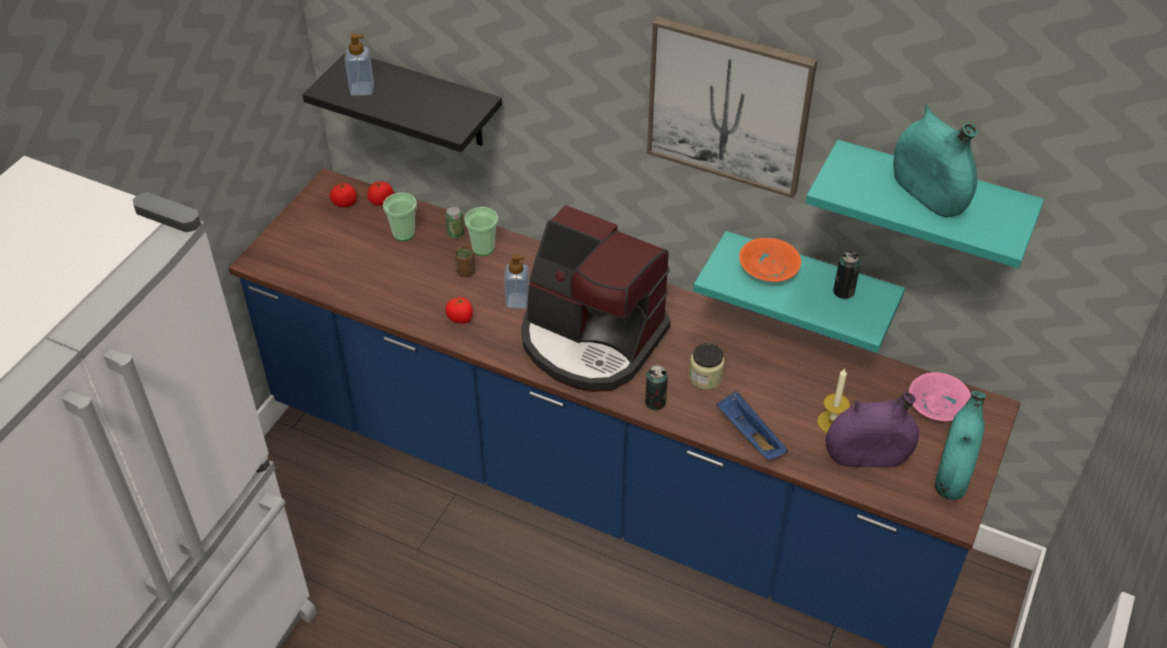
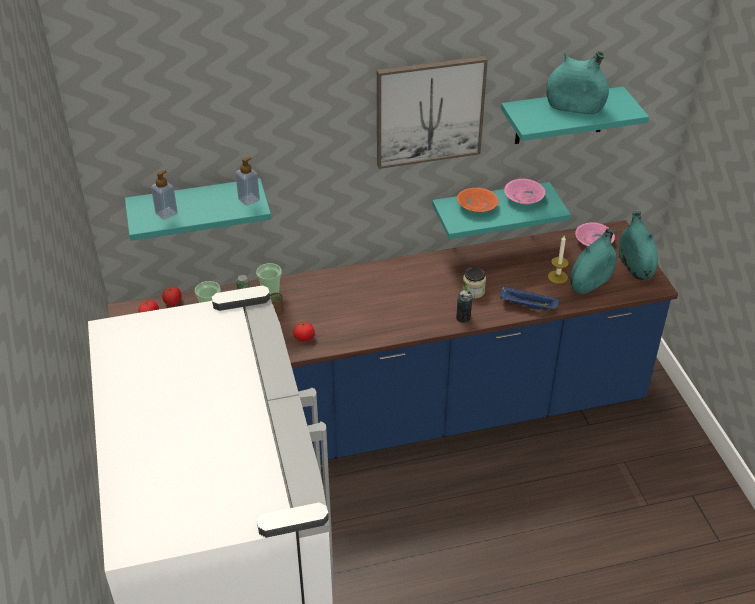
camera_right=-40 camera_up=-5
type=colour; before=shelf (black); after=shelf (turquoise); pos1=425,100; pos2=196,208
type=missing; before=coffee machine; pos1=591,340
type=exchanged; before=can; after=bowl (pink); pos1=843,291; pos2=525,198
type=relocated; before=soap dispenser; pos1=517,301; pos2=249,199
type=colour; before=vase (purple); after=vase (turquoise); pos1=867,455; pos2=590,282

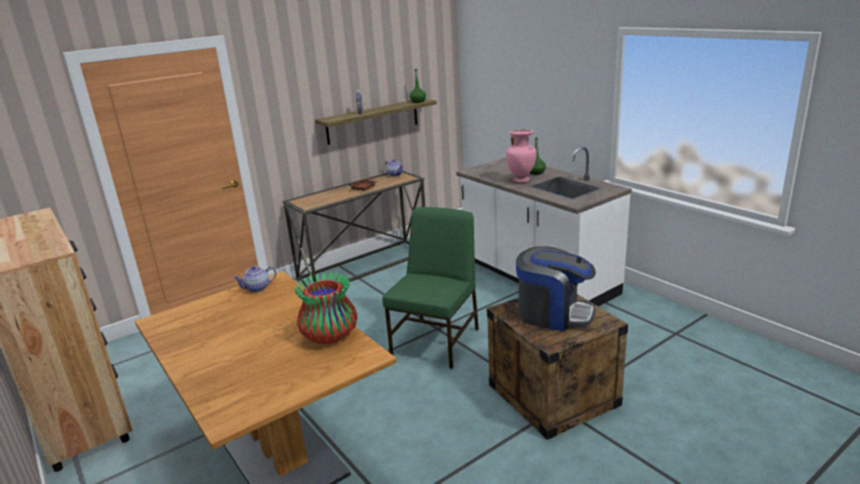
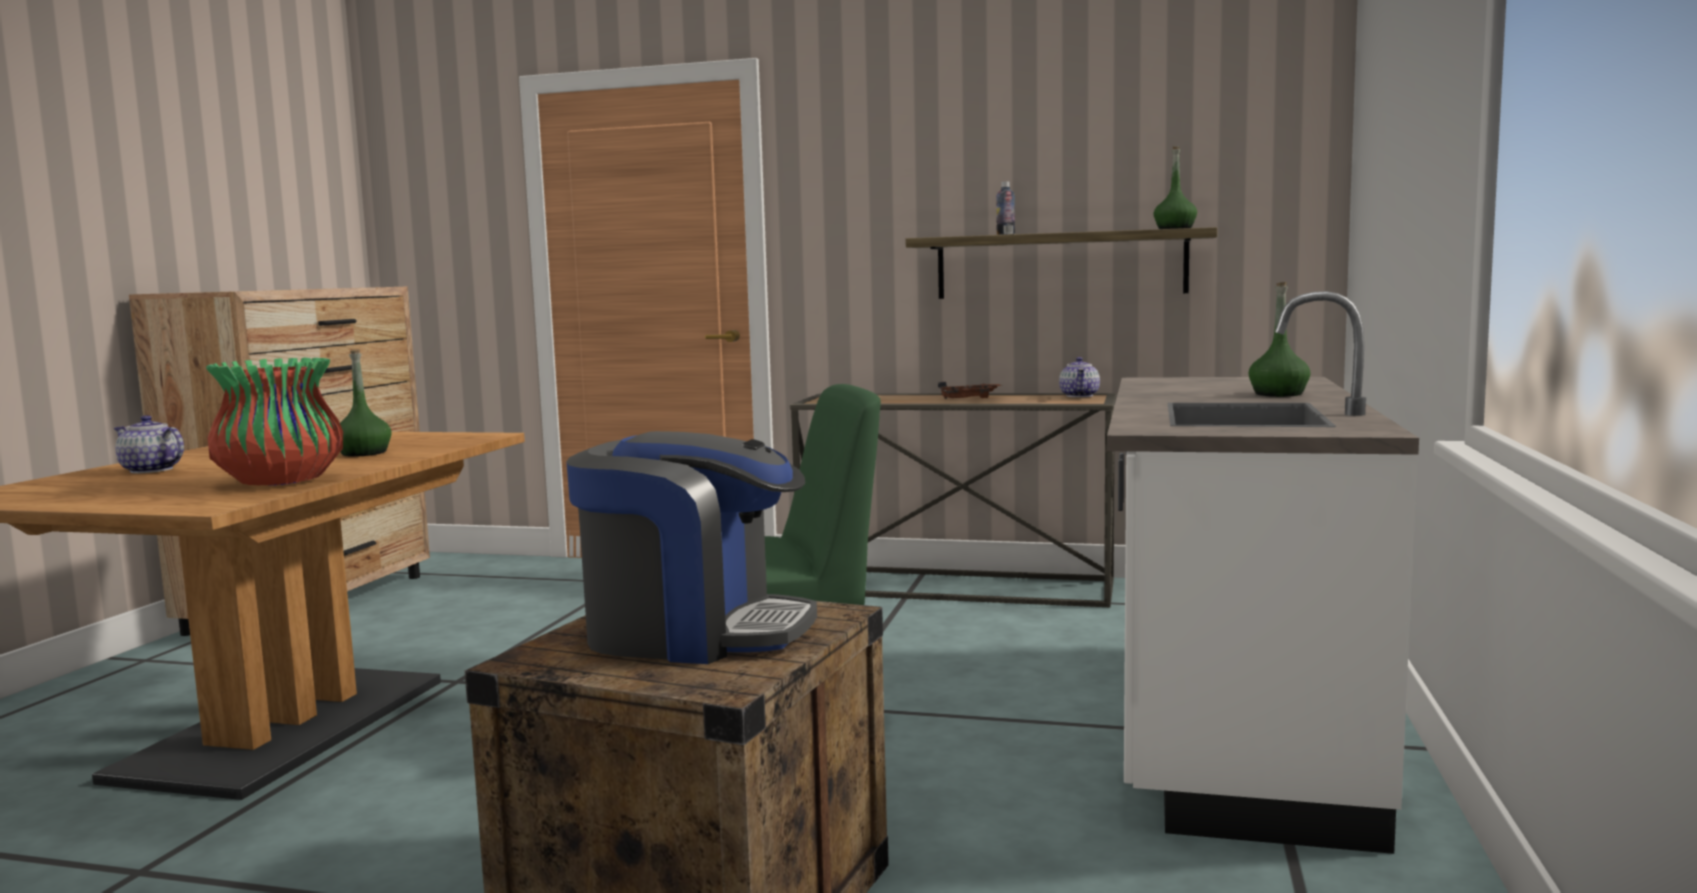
camera_right=50 camera_up=-15
type=missing; before=vase (pink); pos1=521,180
type=spun; before=coffee machine; pos1=553,314; pos2=694,633; turn=-60
type=relocated; before=teapot; pos1=258,288; pos2=151,470
type=appeared; after=bottle (green); pos2=364,453

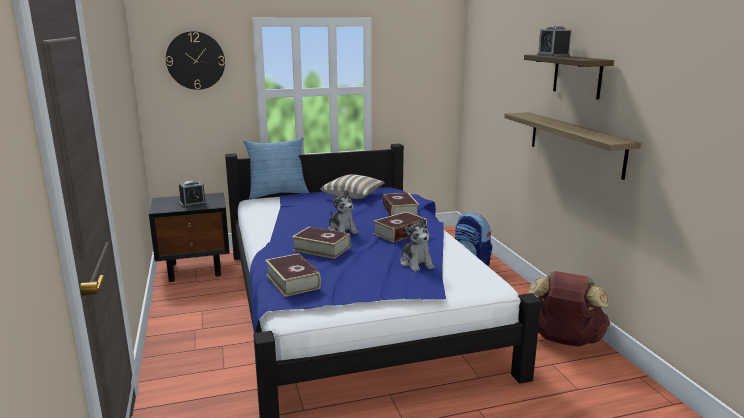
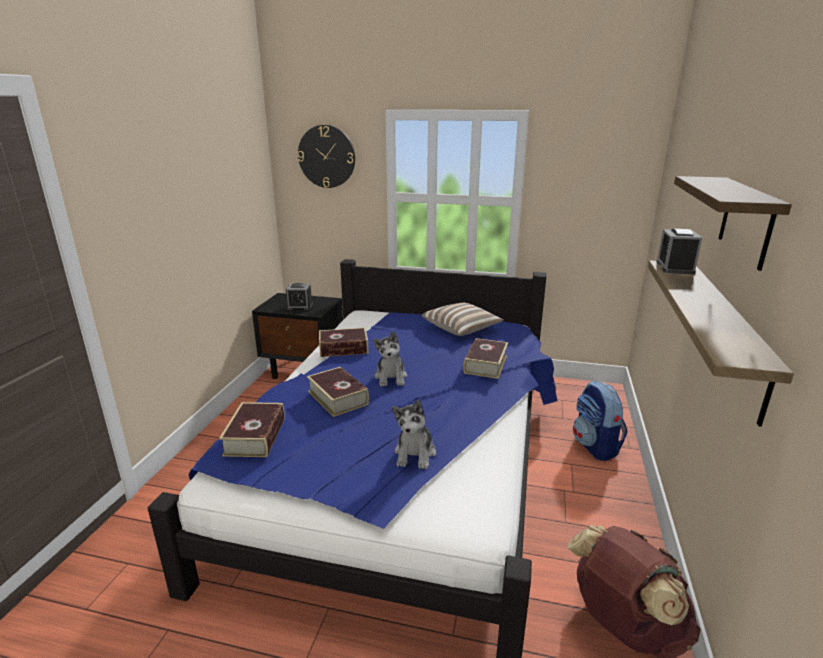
camera_right=30 camera_up=5
type=relocated; before=alarm clock; pos1=553,55; pos2=674,268
type=missing; before=pillow; pos1=277,194
type=relocated; before=book; pos1=400,233; pos2=343,348

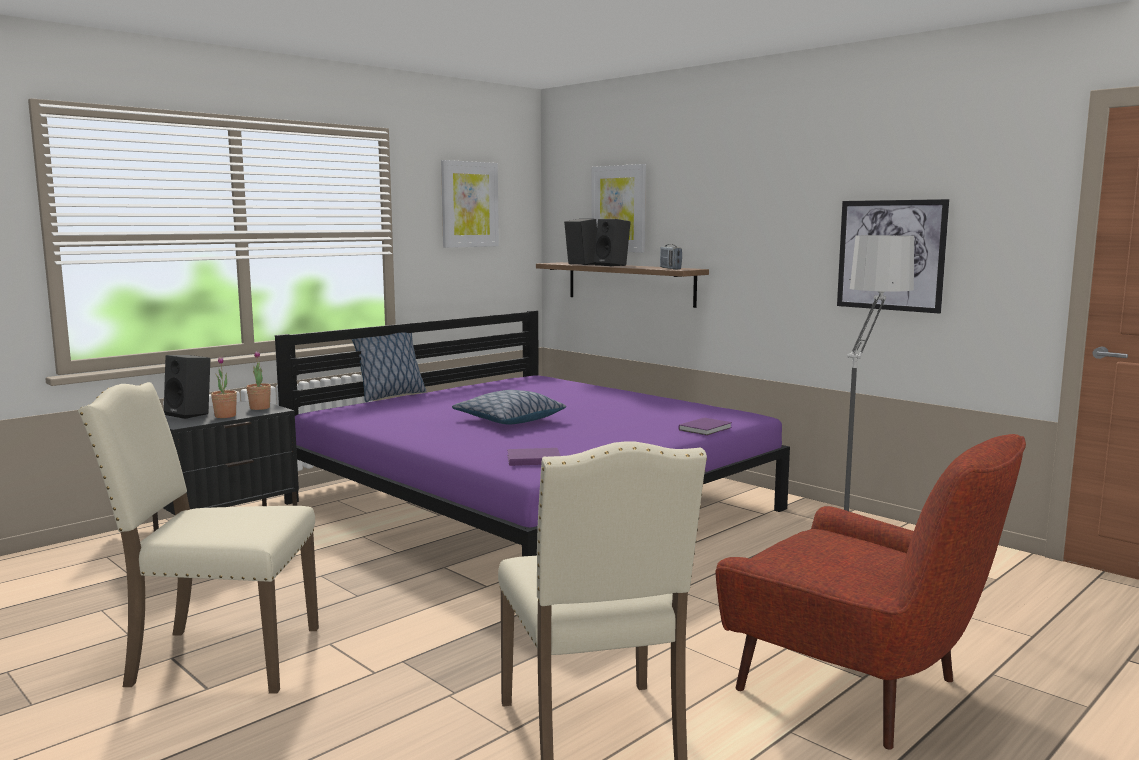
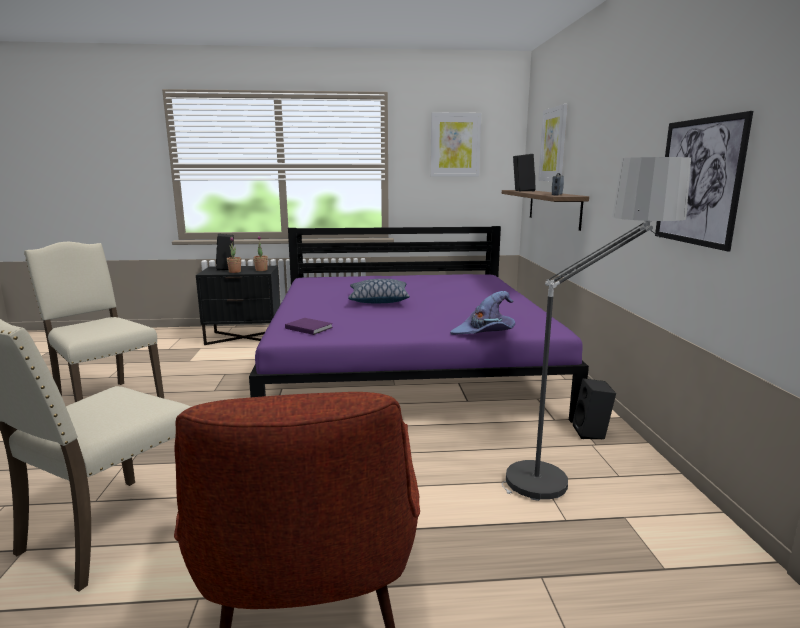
camera_right=40 camera_up=5
type=relocated; before=speaker (black); pos1=613,265; pos2=592,433
type=missing; before=pillow; pos1=390,396
type=exchanged; before=book (purple); after=hat (purple); pos1=706,429; pos2=485,333

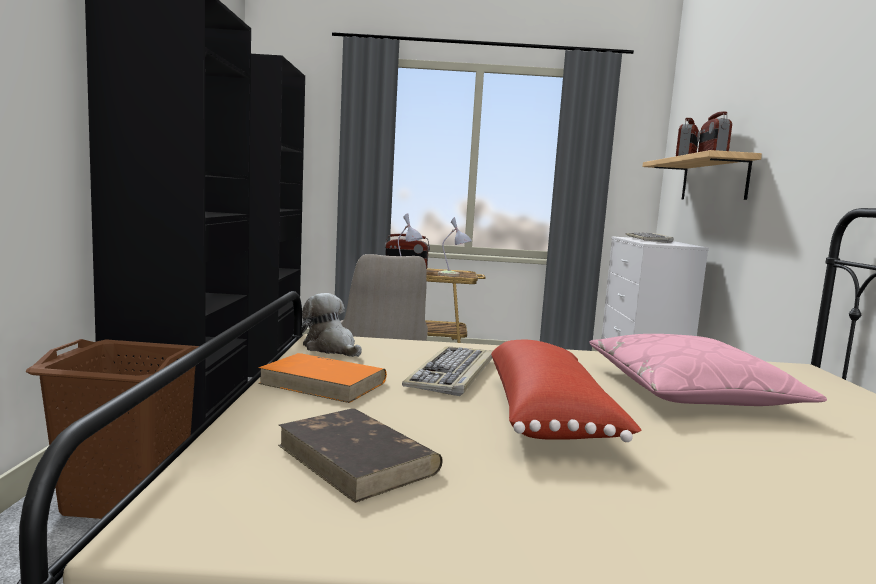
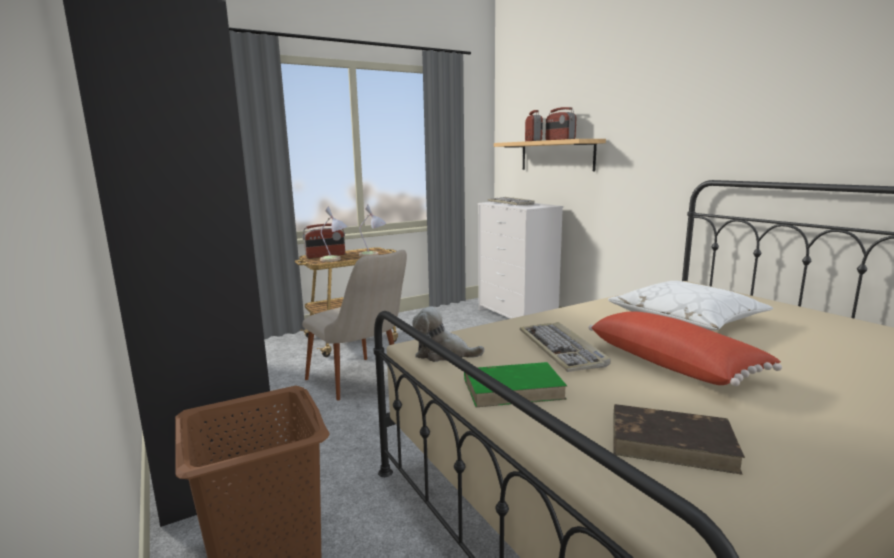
camera_right=-30 camera_up=5
type=colour; before=pillow (pink); after=pillow (white); pos1=689,391; pos2=686,319
type=colour; before=book (orange); after=book (green); pos1=324,383; pos2=513,388

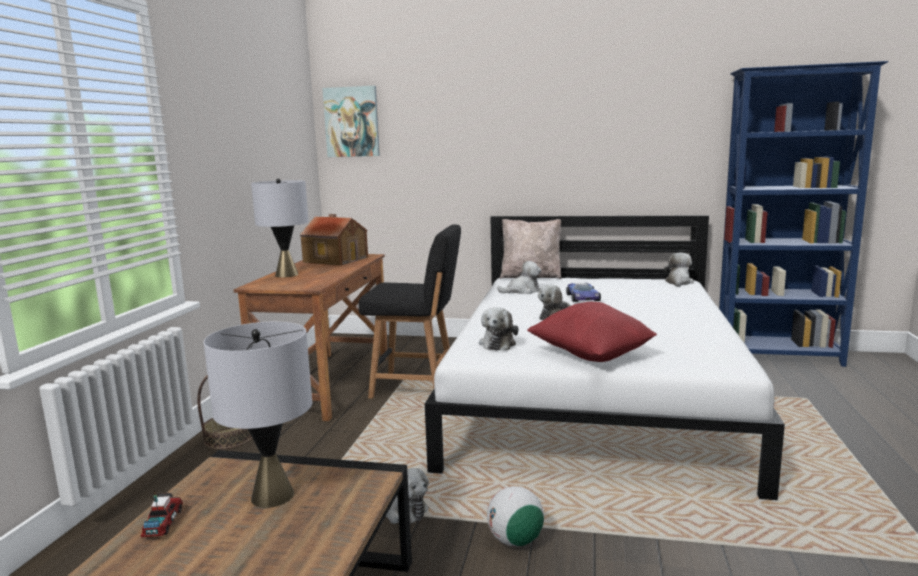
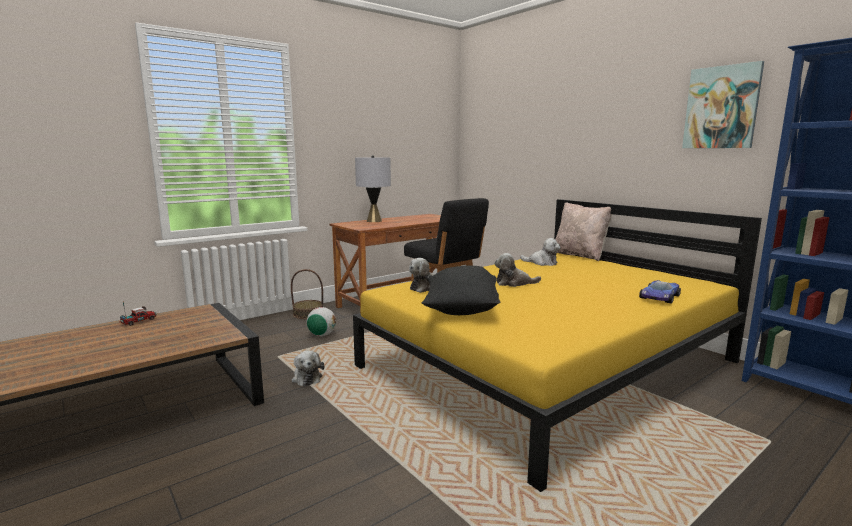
camera_right=40 camera_up=0
type=relocated; before=picture; pos1=352,122; pos2=721,107
type=missing; before=toy house; pos1=336,259
type=colour; before=bed (white); after=bed (yellow); pos1=594,397; pos2=550,364
type=missing; before=plush toy; pos1=678,282
type=relocated; before=toy car; pos1=583,298; pos2=659,297
type=colour; before=pillow (red); after=pillow (black); pos1=590,355; pos2=461,310
type=missing; before=table lamp (grey); pos1=273,496
type=relocated; before=football; pos1=515,541; pos2=322,335

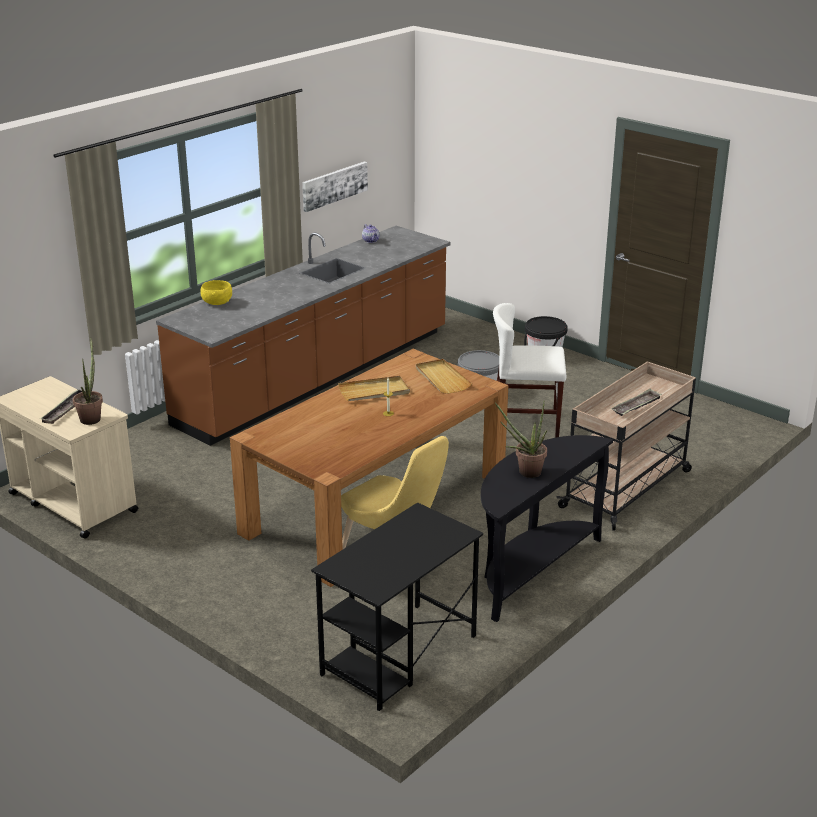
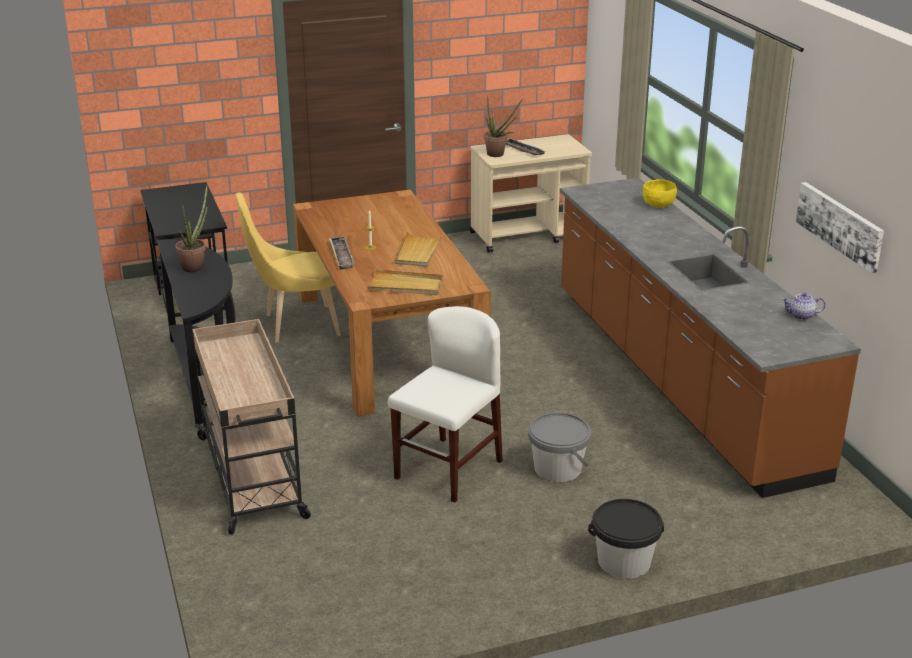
camera_right=120 camera_up=0
type=relocated; before=tray; pos1=636,406; pos2=341,256

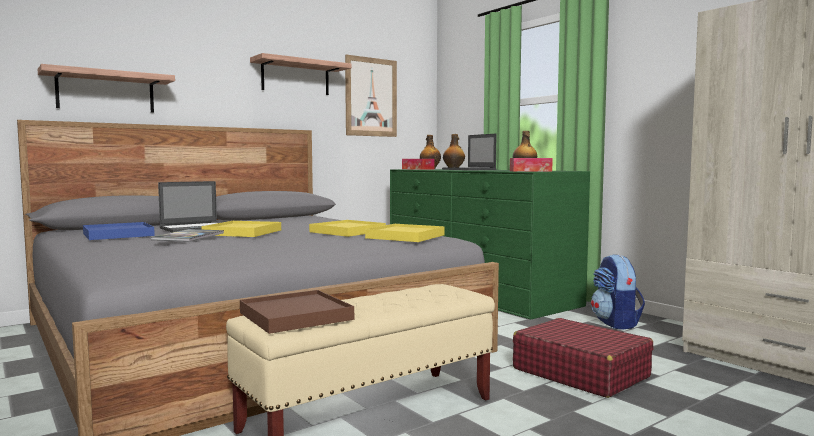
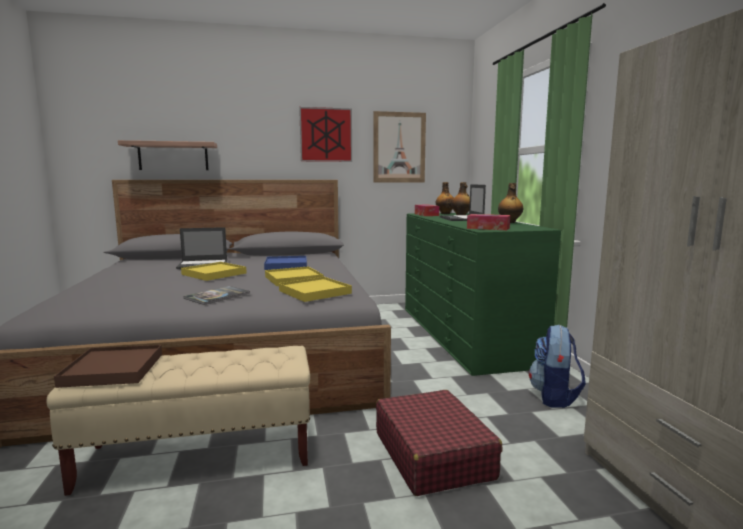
camera_right=25 camera_up=5
type=exchanged; before=shelf; after=picture; pos1=295,77; pos2=326,135
type=relocated; before=tray (blue); pos1=118,235; pos2=286,265
type=relocated; before=book; pos1=189,237; pos2=217,296

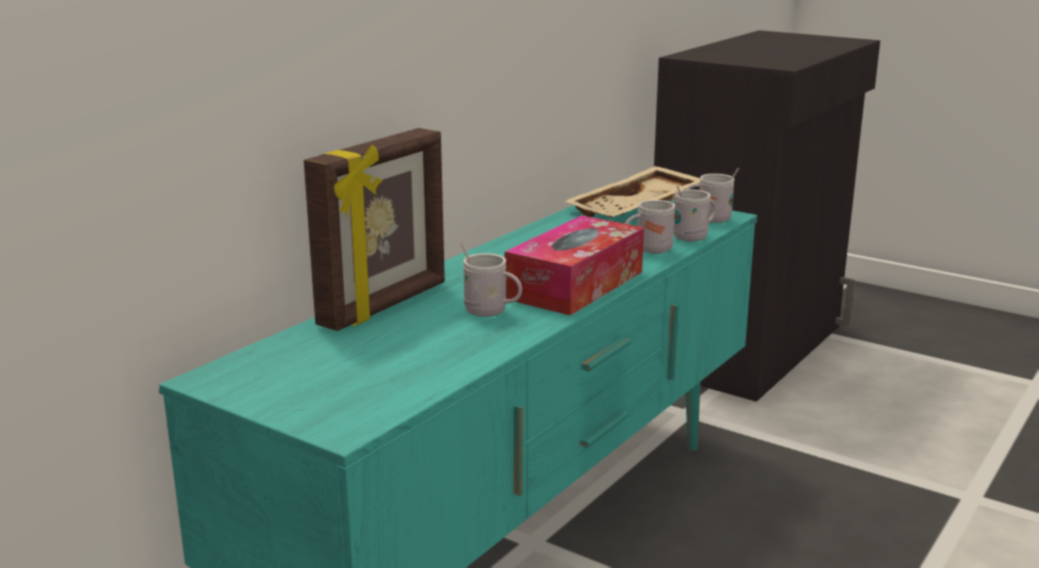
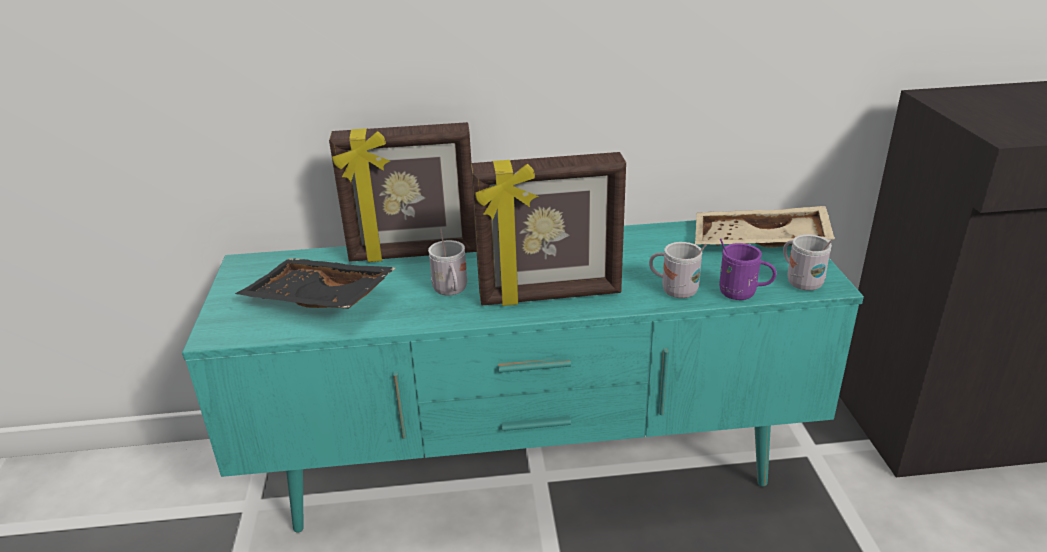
camera_right=50 camera_up=10
type=colour; before=mug (white); after=mug (purple); pos1=694,237; pos2=743,294
type=exchanged; before=tissue box; after=picture frame; pos1=575,285; pos2=550,296
type=appeared; after=tray (black); pos2=317,301

